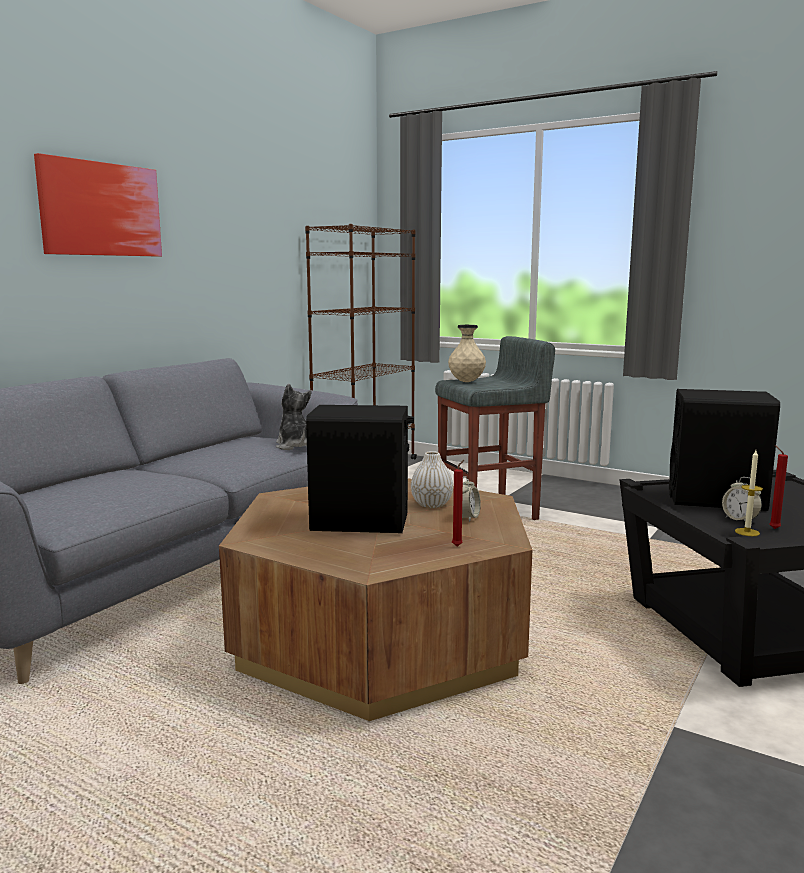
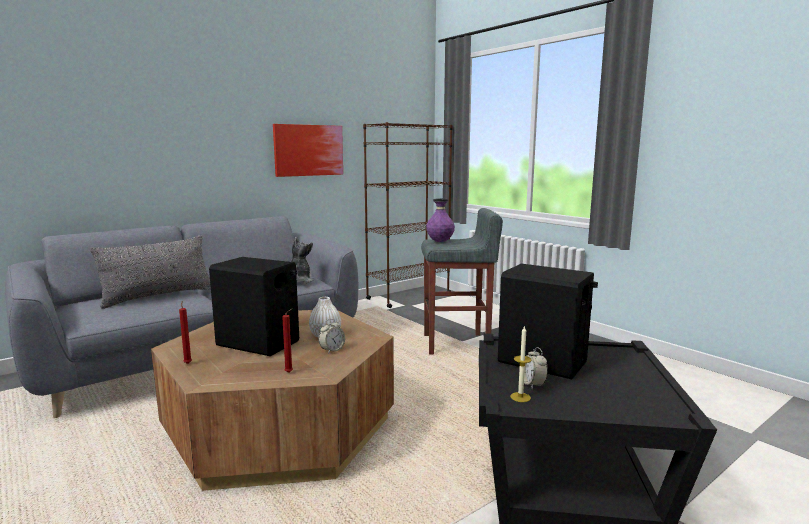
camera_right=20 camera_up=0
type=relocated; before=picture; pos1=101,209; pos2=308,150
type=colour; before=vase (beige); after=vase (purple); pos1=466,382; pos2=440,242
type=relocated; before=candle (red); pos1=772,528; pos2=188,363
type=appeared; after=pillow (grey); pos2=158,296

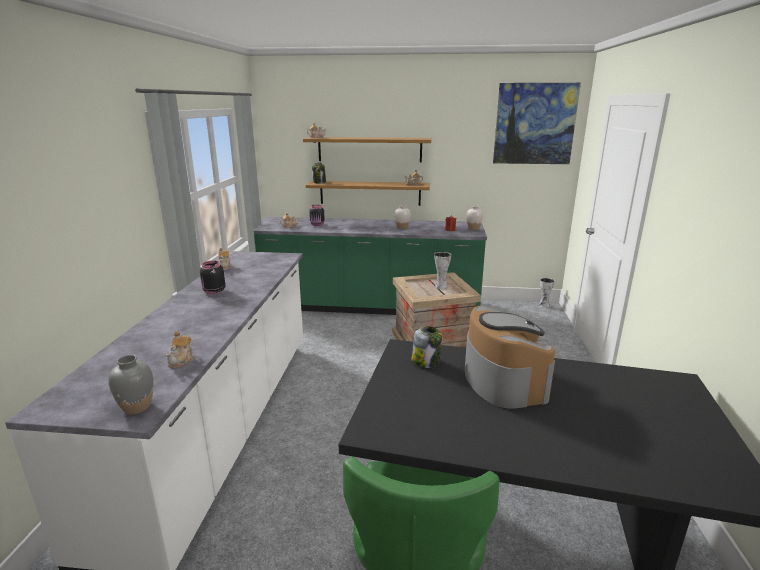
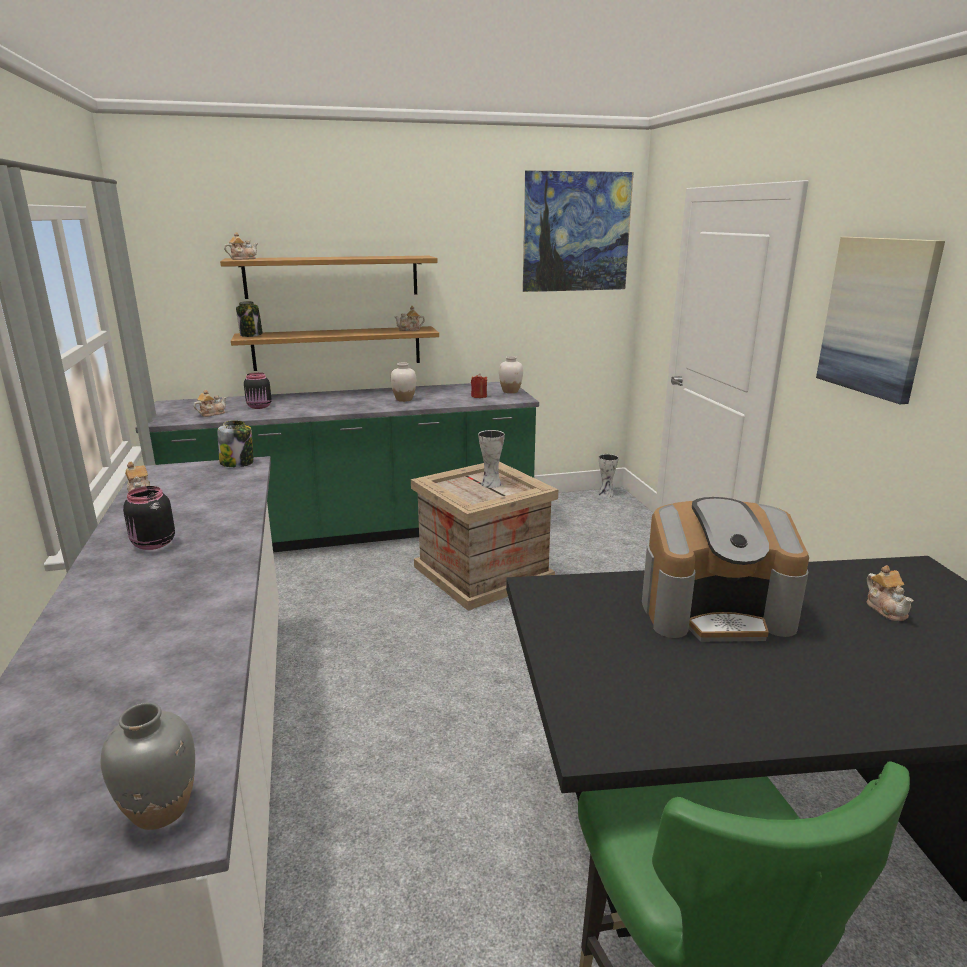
camera_right=-20 camera_up=0
type=spun; before=coffee machine; pos1=502,380; pos2=715,611; turn=120
type=relocated; before=jar; pos1=426,362; pos2=237,463
type=relocated; before=teapot; pos1=182,361; pos2=886,609
type=appeared; after=picture; pos2=877,316

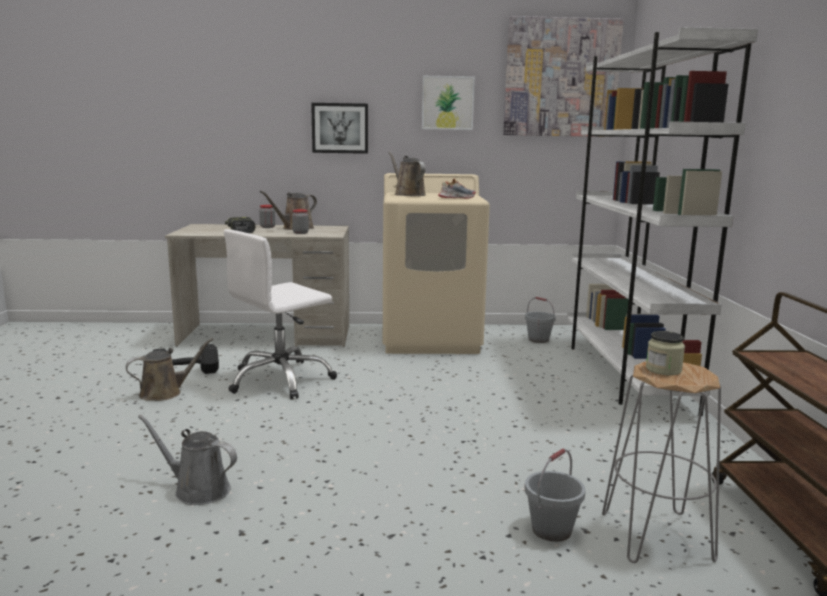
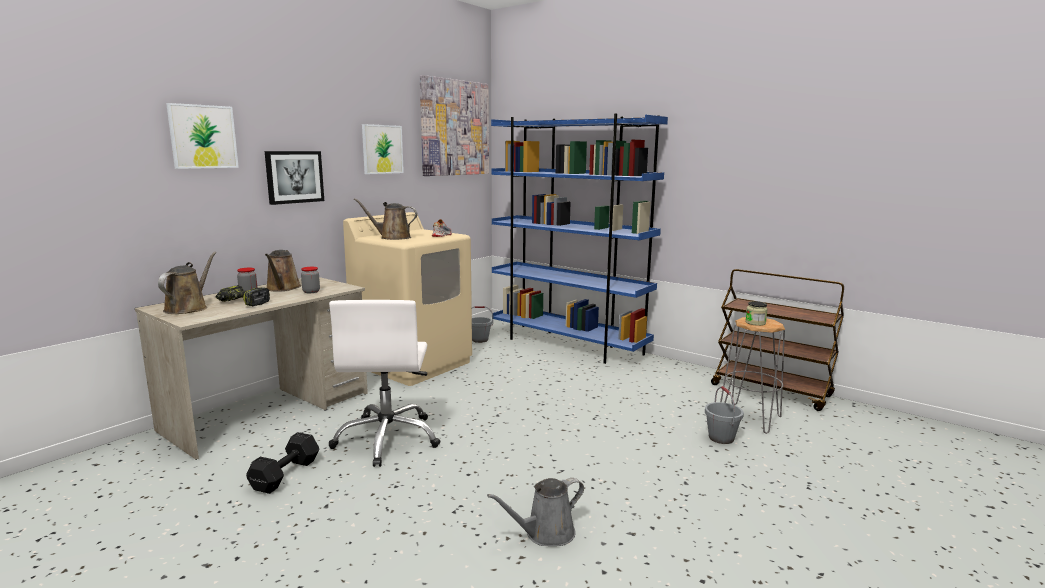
camera_right=-50 camera_up=0
type=colour; before=bookcase (white); after=bookcase (blue); pos1=624,373; pos2=568,345
type=relocated; before=watering can (brown); pos1=165,393; pos2=188,308
type=appeared; after=picture; pos2=203,137

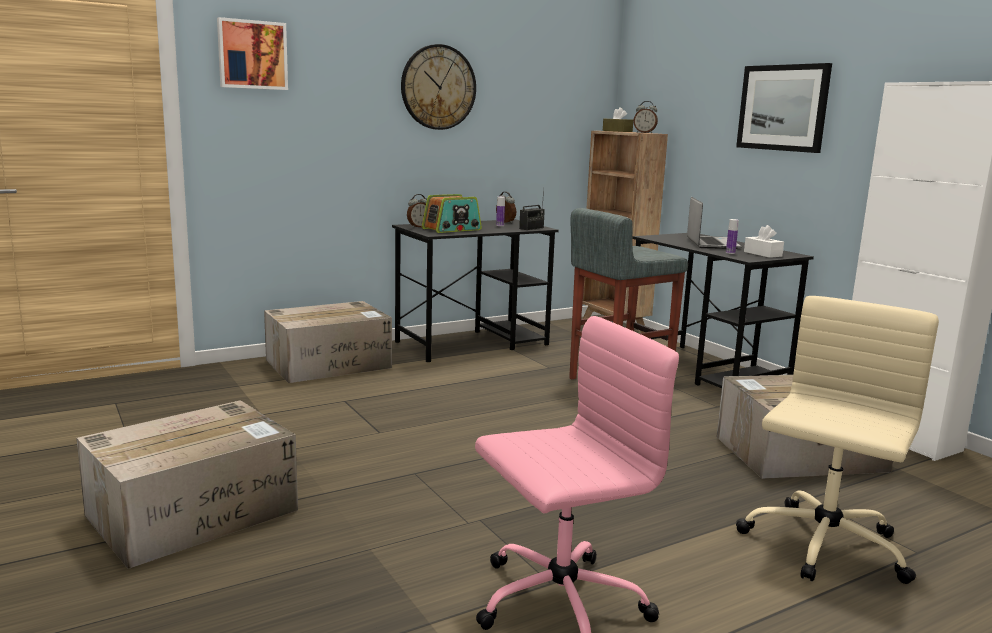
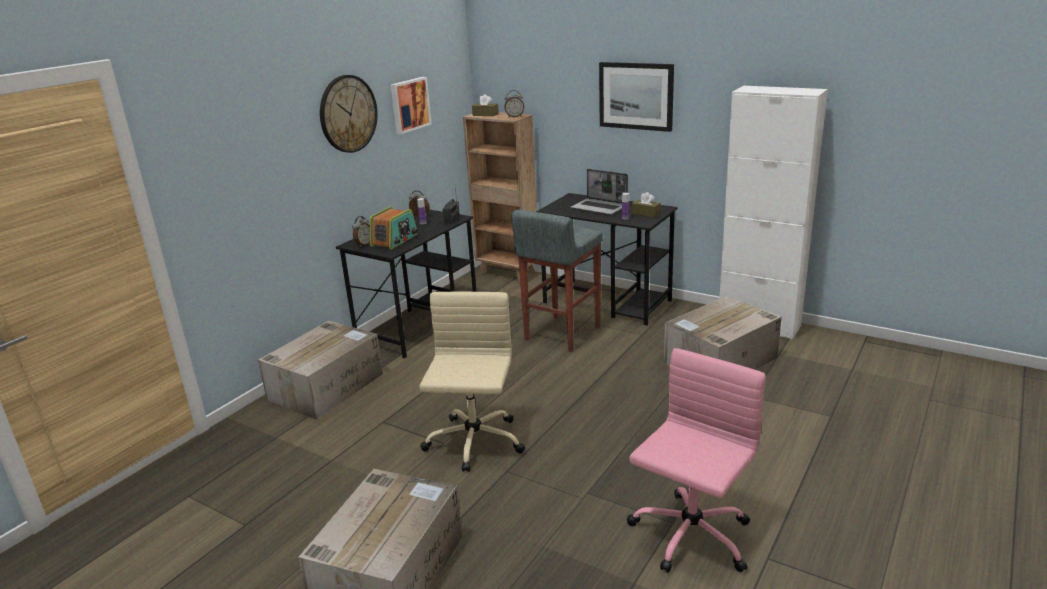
camera_right=-25 camera_up=10
type=relocated; before=picture; pos1=252,55; pos2=409,104
type=spun; before=laptop; pos1=711,244; pos2=600,208; turn=150
type=colour; before=tissue box (white); after=tissue box (brown); pos1=762,254; pos2=646,213
type=relocated; before=office chair (beige); pos1=822,546; pos2=474,443

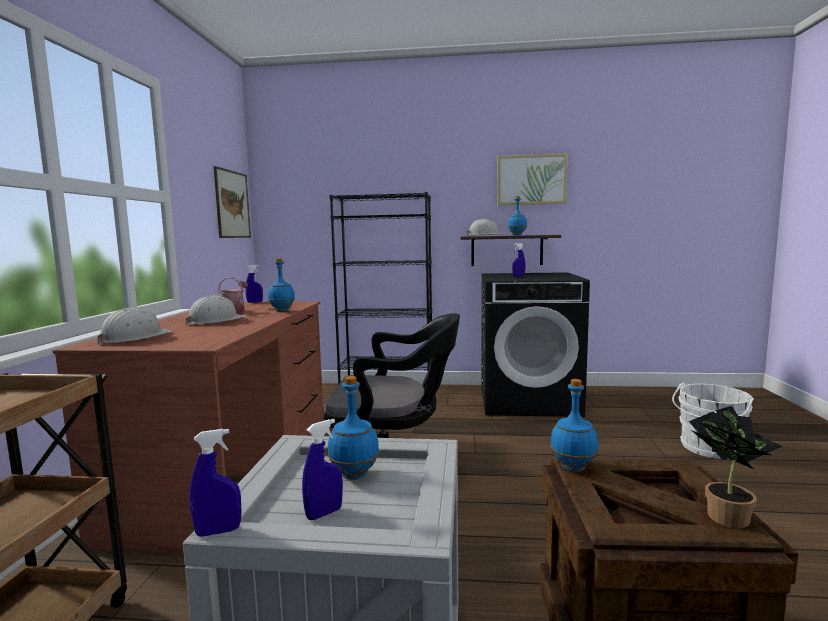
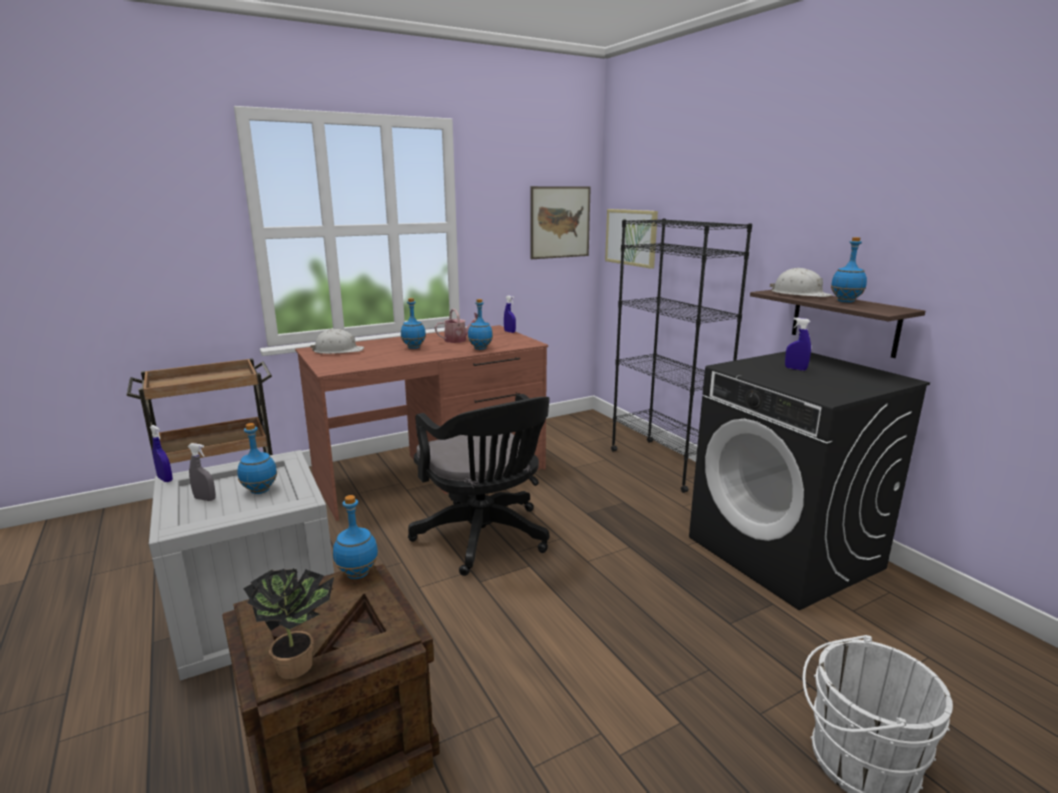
camera_right=55 camera_up=10
type=relocated; before=picture; pos1=531,180; pos2=631,237
type=exchanged; before=hard hat (white); after=bottle (blue); pos1=215,321; pos2=414,347
type=colour; before=spray bottle (blue); after=spray bottle (grey); pos1=324,513; pos2=205,499

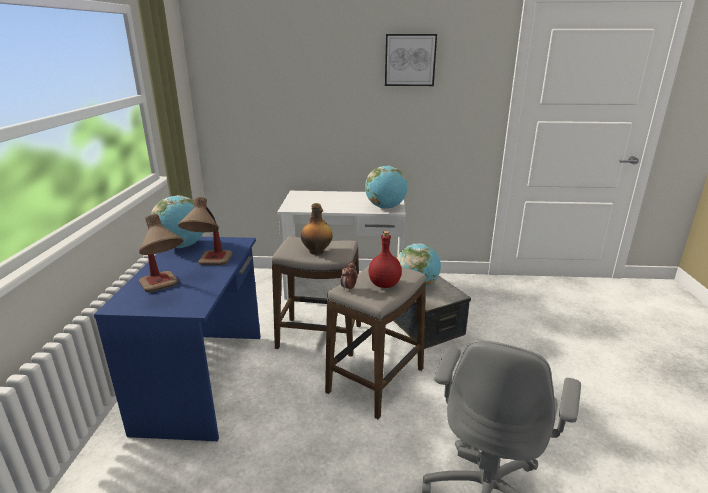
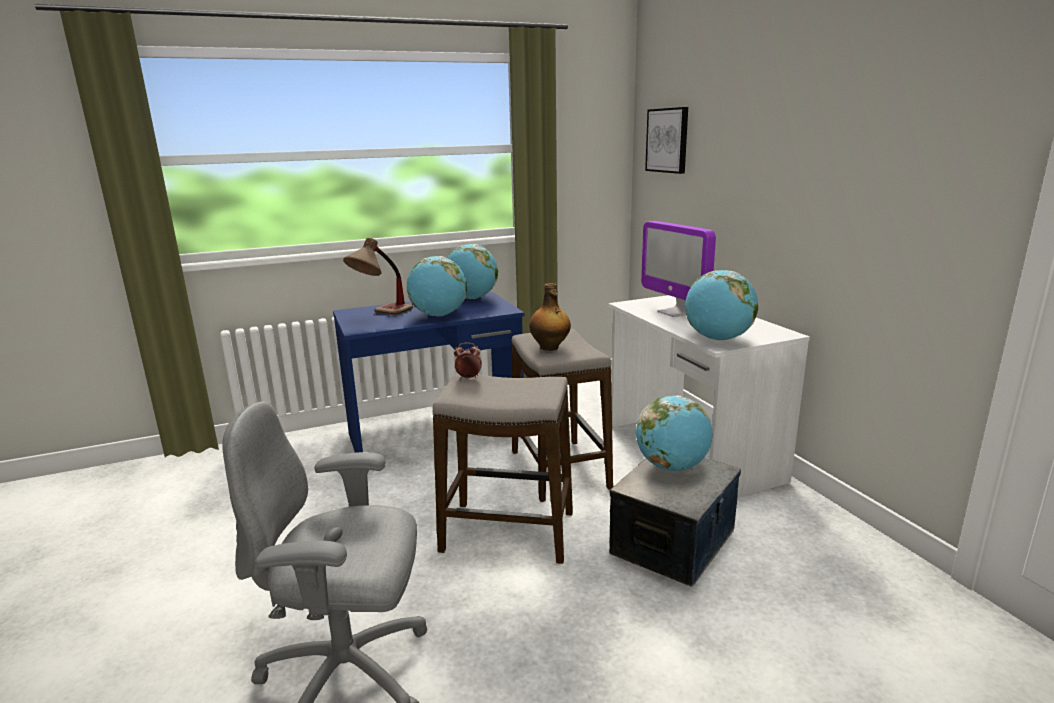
camera_right=65 camera_up=-5
type=relocated; before=picture; pos1=410,60; pos2=667,140
type=exchanged; before=table lamp; after=globe; pos1=211,267; pos2=439,315
type=missing; before=bottle (red); pos1=384,285
type=appeared; after=monitor; pos2=675,312

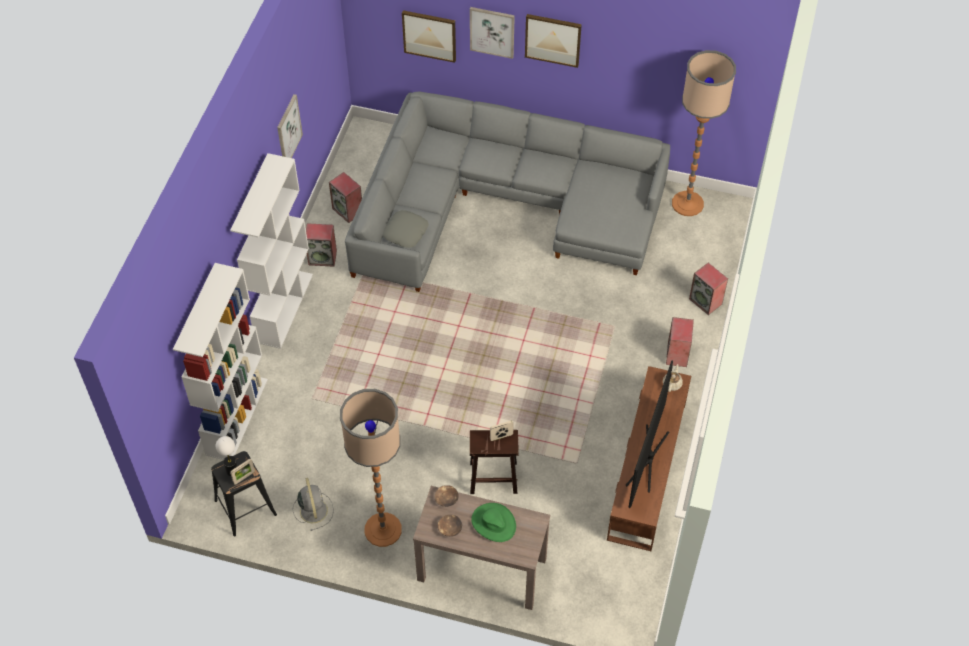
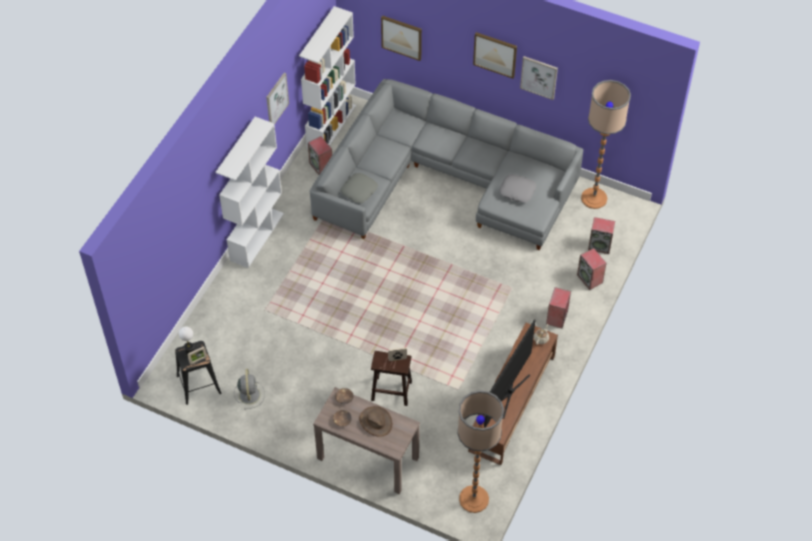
camera_right=10 camera_up=0
type=relocated; before=picture; pos1=492,32; pos2=539,77
type=relocated; before=speaker; pos1=323,257; pos2=600,245
type=relocated; before=bookcase (white); pos1=236,416; pos2=331,126
type=relocated; before=floor lamp; pos1=383,529; pos2=474,499
type=colour; before=hat (green); after=hat (brown); pos1=493,523; pos2=375,422
type=appeared; after=pillow (grey); pos2=517,191

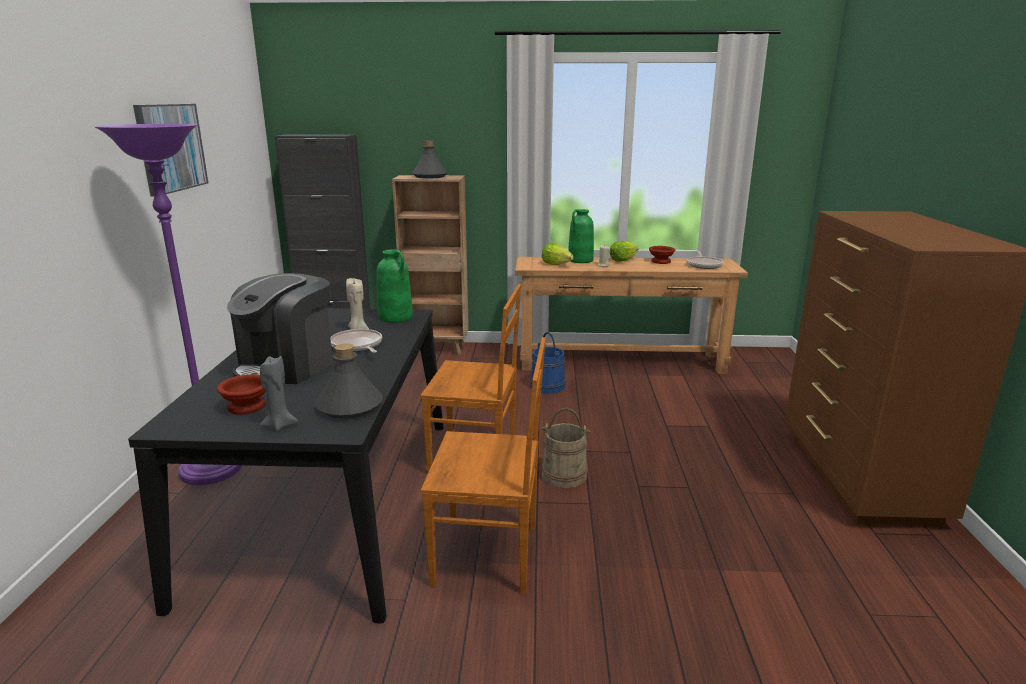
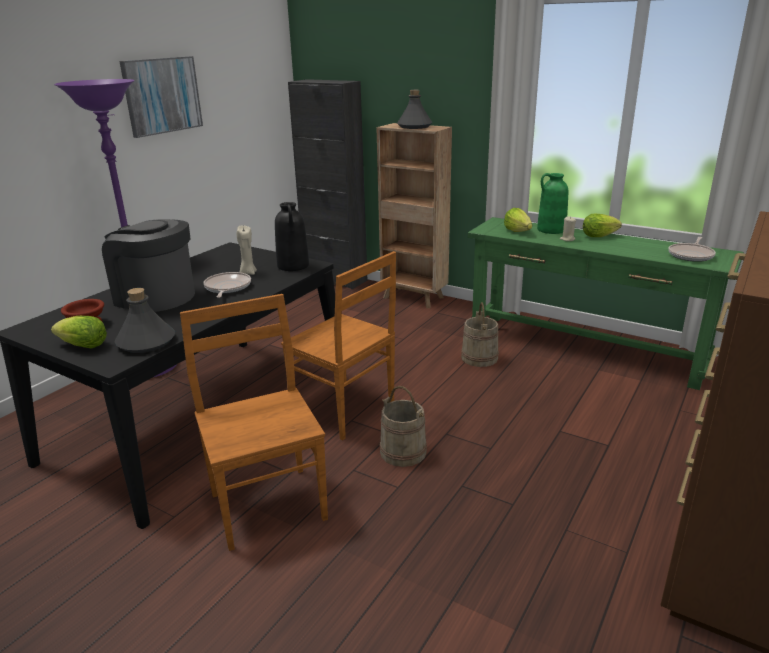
camera_right=30 camera_up=5
type=missing; before=bowl (brown); pos1=661,261
type=colour; before=vase (green); after=vase (black); pos1=396,317; pos2=293,266
type=colour; before=console table (brown); after=console table (green); pos1=621,362; pos2=584,348
type=spun; before=coffee machine; pos1=287,367; pos2=155,297; turn=60
type=colour; before=bucket (blue); after=bucket (beige); pos1=547,386; pos2=479,358
type=spun; before=chair (brown); pos1=490,555; pos2=267,504; turn=-150
type=exchanged; before=candle (grey); after=lettuce; pos1=279,425; pos2=84,346

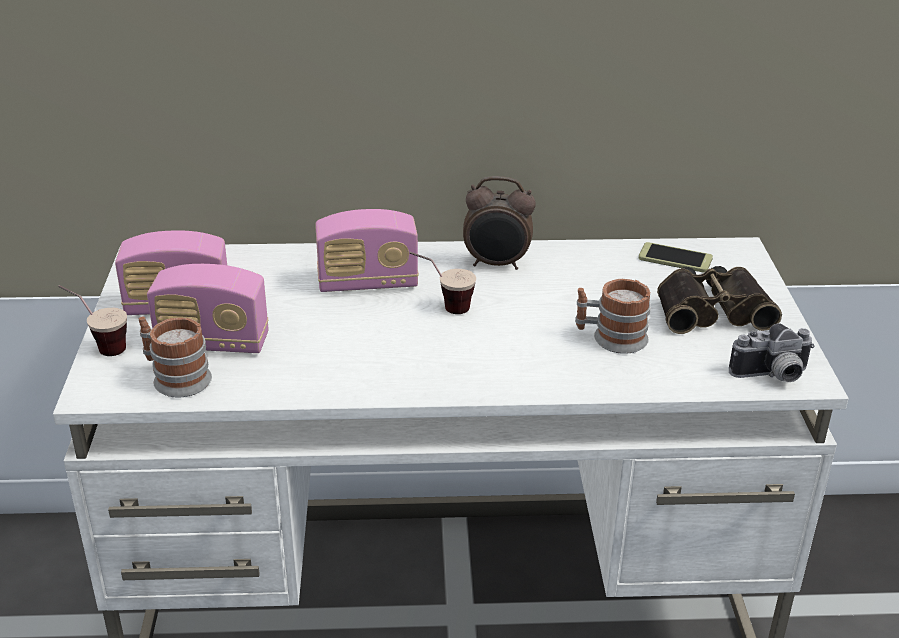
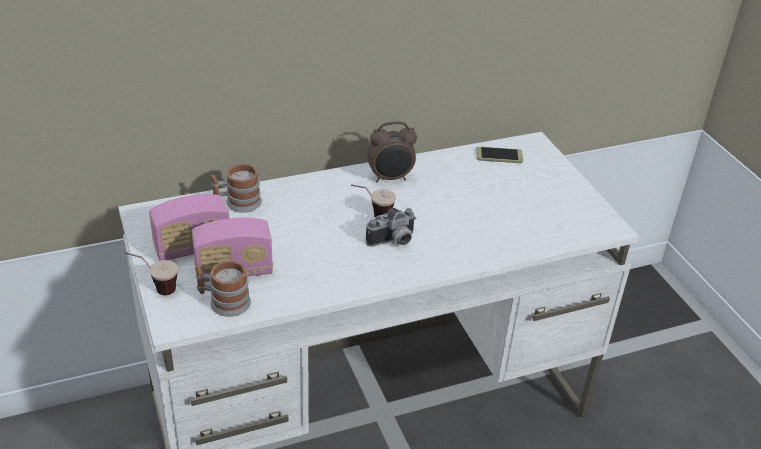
camera_right=-20 camera_up=5
type=missing; before=radio; pos1=368,283
type=missing; before=binoculars; pos1=712,309
type=relocated; before=mug; pos1=610,338; pos2=237,203
type=relocated; before=photo camera; pos1=772,376; pos2=393,241

